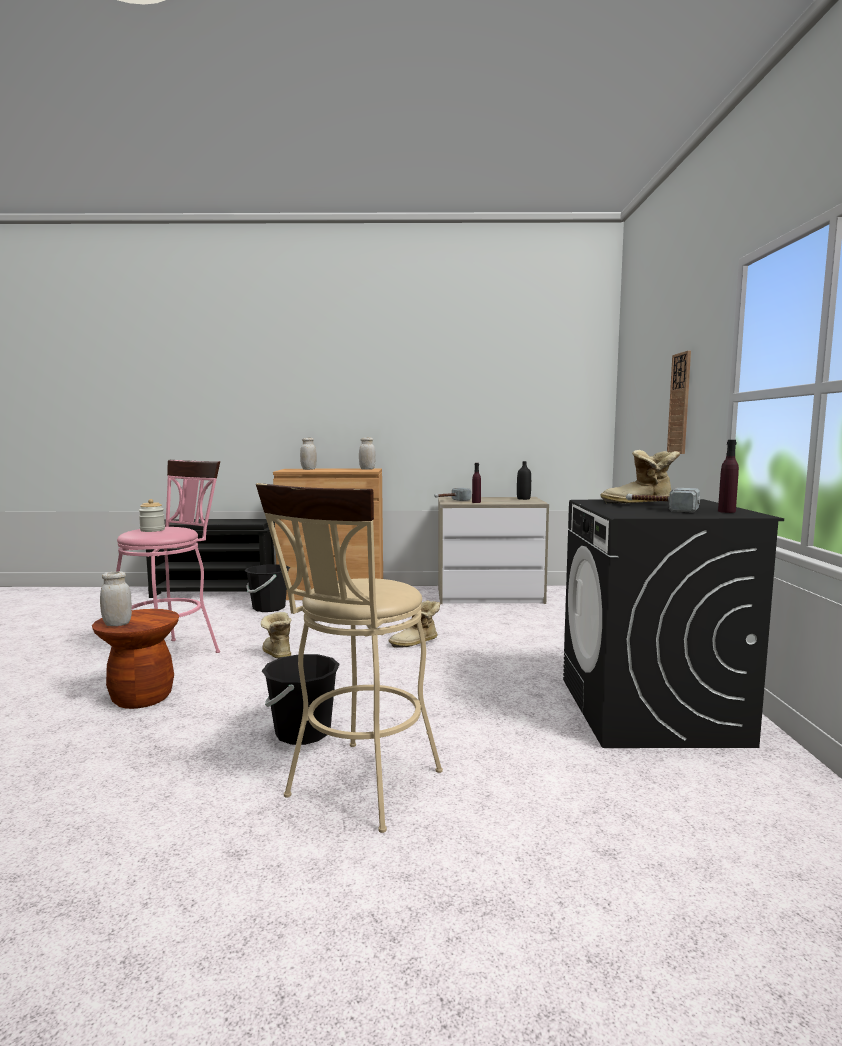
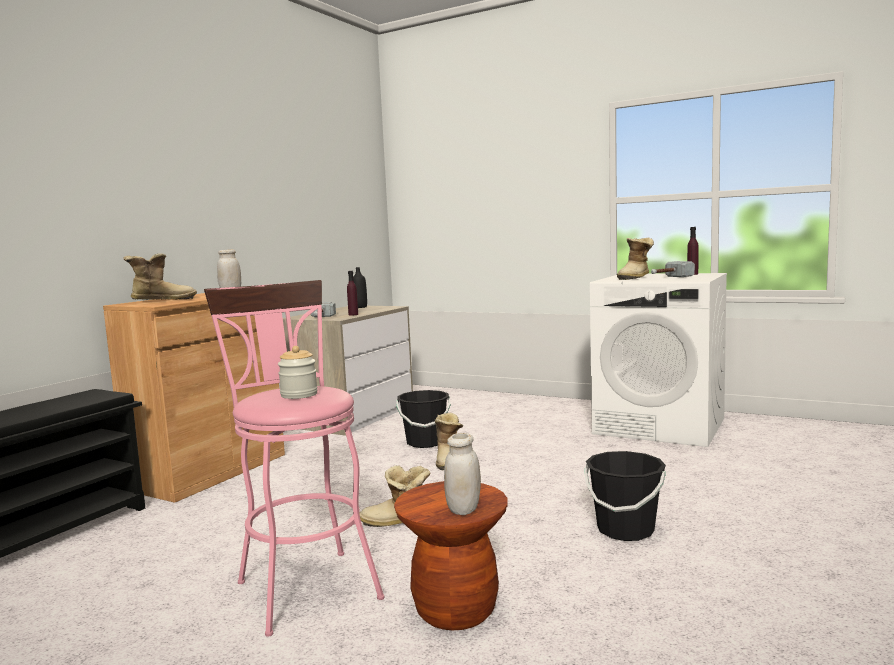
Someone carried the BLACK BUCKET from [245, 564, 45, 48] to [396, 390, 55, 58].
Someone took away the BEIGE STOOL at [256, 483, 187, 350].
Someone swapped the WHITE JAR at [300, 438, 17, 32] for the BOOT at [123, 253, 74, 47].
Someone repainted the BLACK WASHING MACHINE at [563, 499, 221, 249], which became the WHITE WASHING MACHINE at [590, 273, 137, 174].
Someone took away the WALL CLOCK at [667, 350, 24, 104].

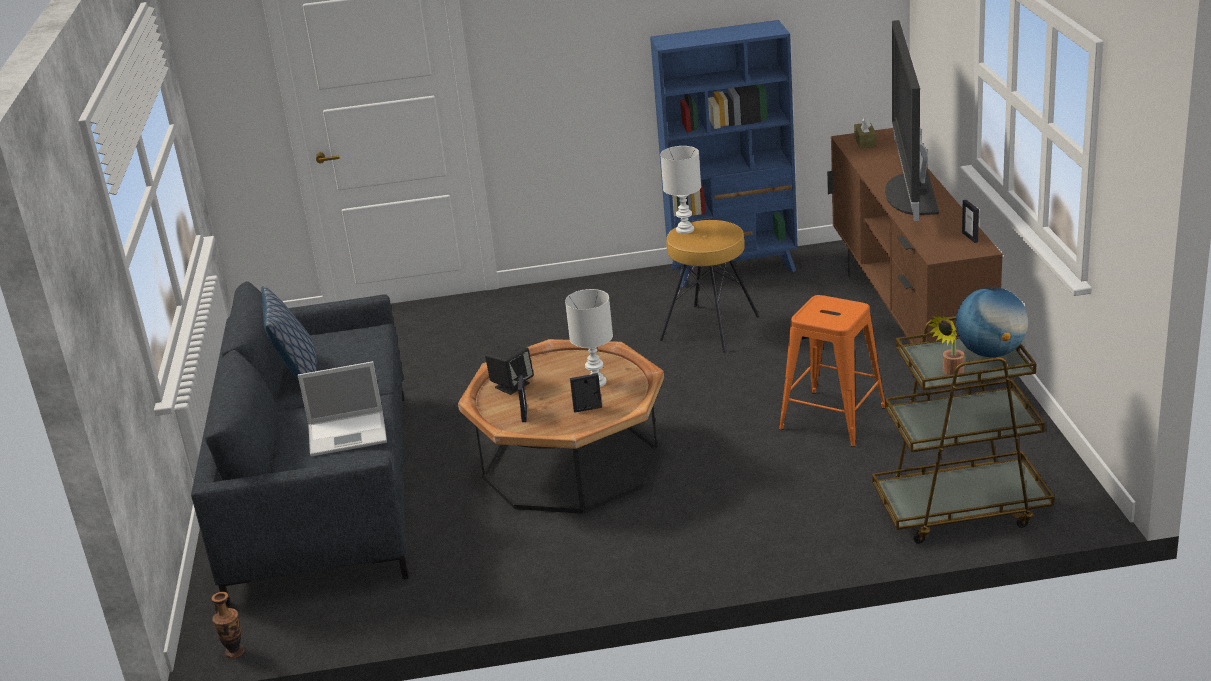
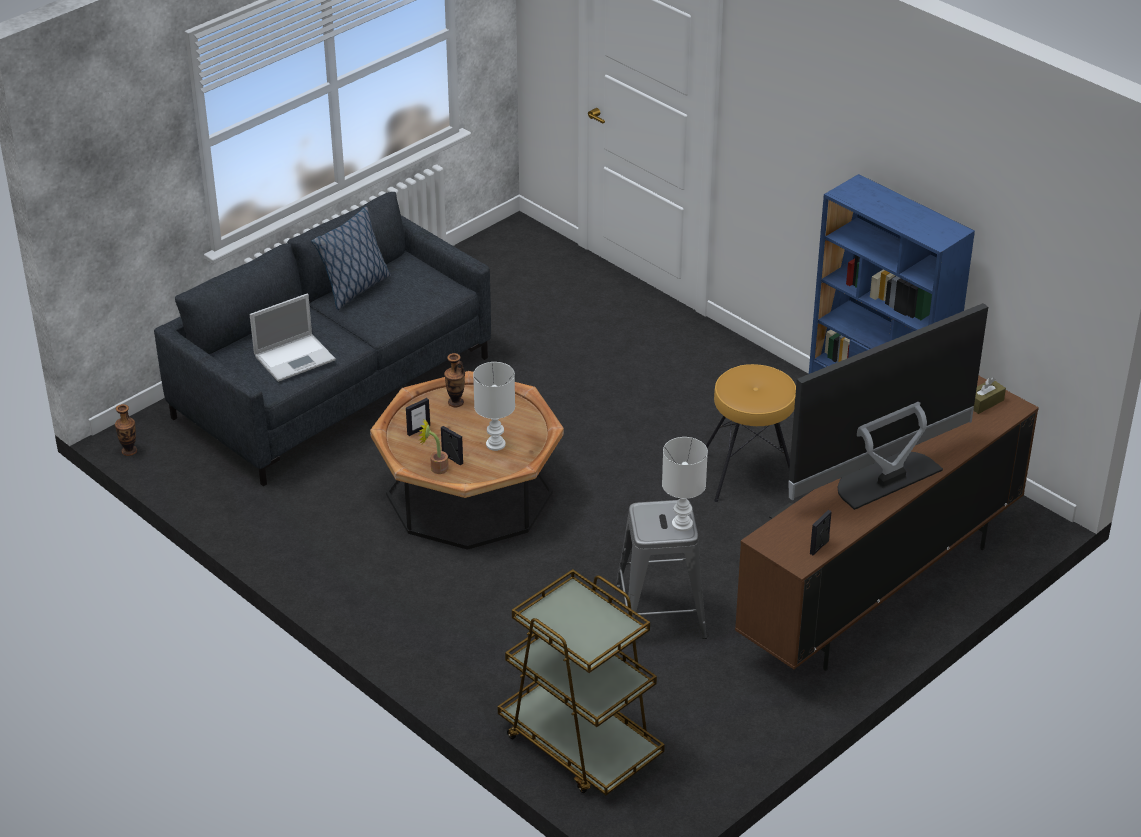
Someone rotated the LAPTOP at [298, 361, 89, 96] by 75 degrees counterclockwise.
Someone swapped the BLACK SPEAKER at [485, 343, 49, 52] for the VASE at [444, 353, 21, 54].
Someone carried the WHITE TABLE LAMP from [660, 146, 41, 88] to [662, 437, 46, 94].
Someone repainted the ORANGE STOOL at [779, 295, 106, 152], which became the GREY STOOL at [616, 500, 91, 139].
Someone carried the POTTED PLANT from [929, 315, 36, 60] to [418, 417, 30, 57].
Someone took away the GLOBE at [956, 287, 72, 70].

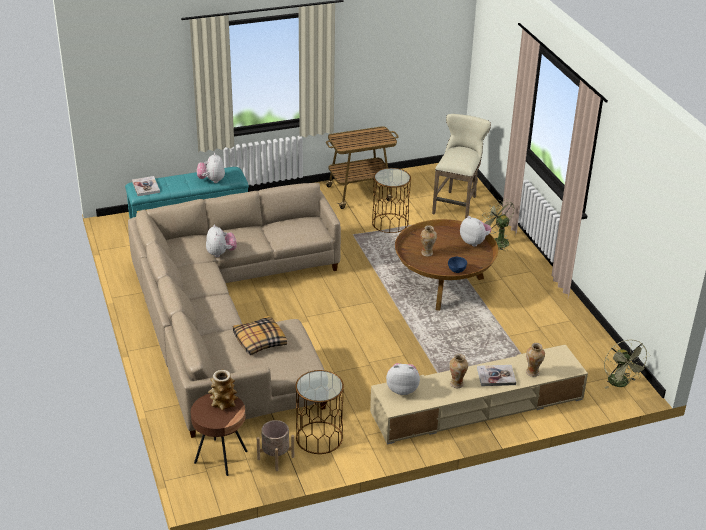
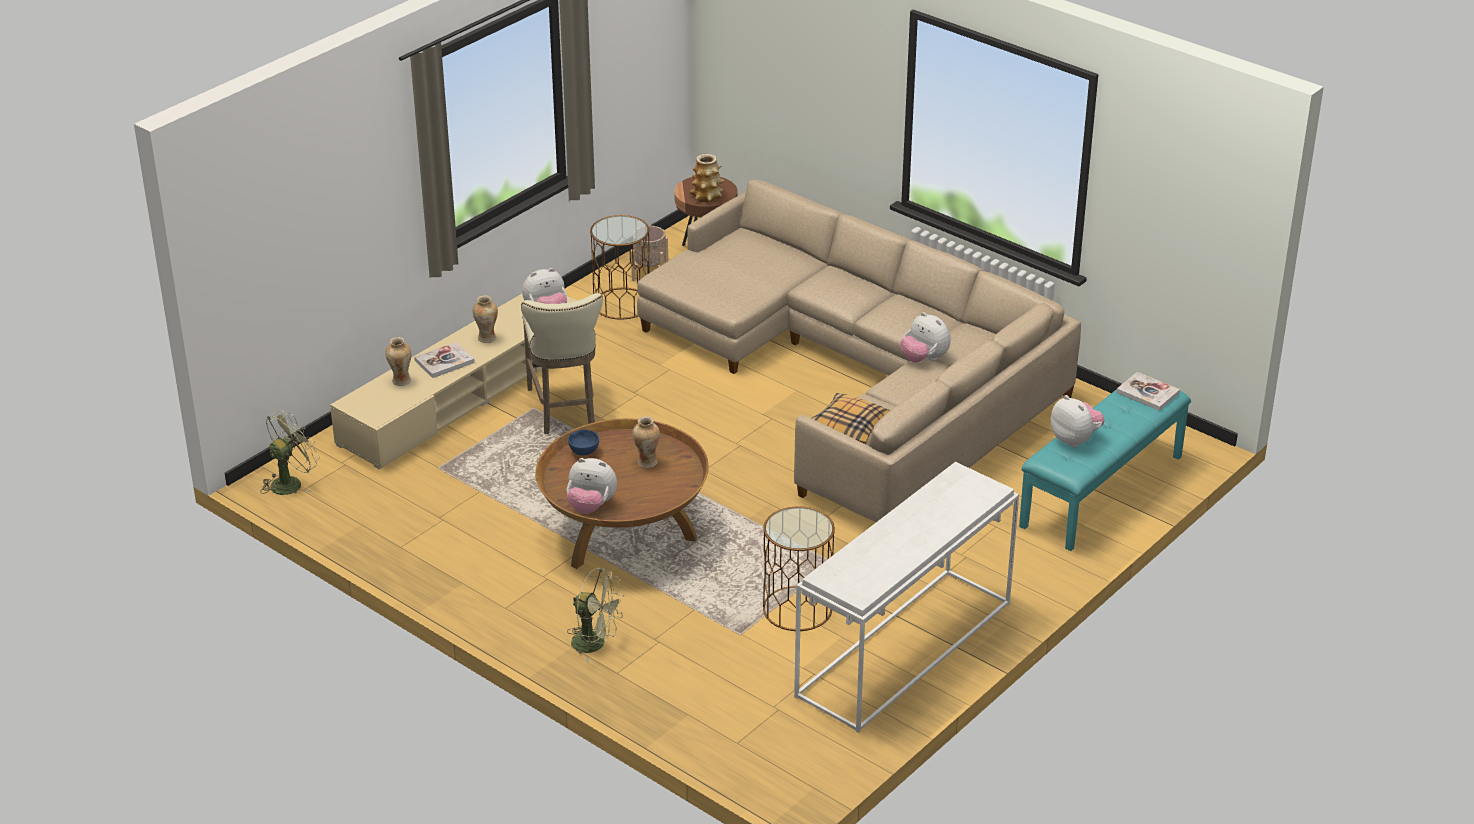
Someone carried the PILLOW from [233, 316, 54, 39] to [812, 393, 78, 51].
Someone swapped the CART at [323, 126, 76, 83] for the WHITE CONSOLE TABLE at [794, 462, 225, 271].
Someone carried the BEIGE STOOL from [432, 114, 59, 104] to [521, 293, 82, 141].
Someone rotated the GREEN FAN at [604, 340, 46, 49] by 90 degrees clockwise.

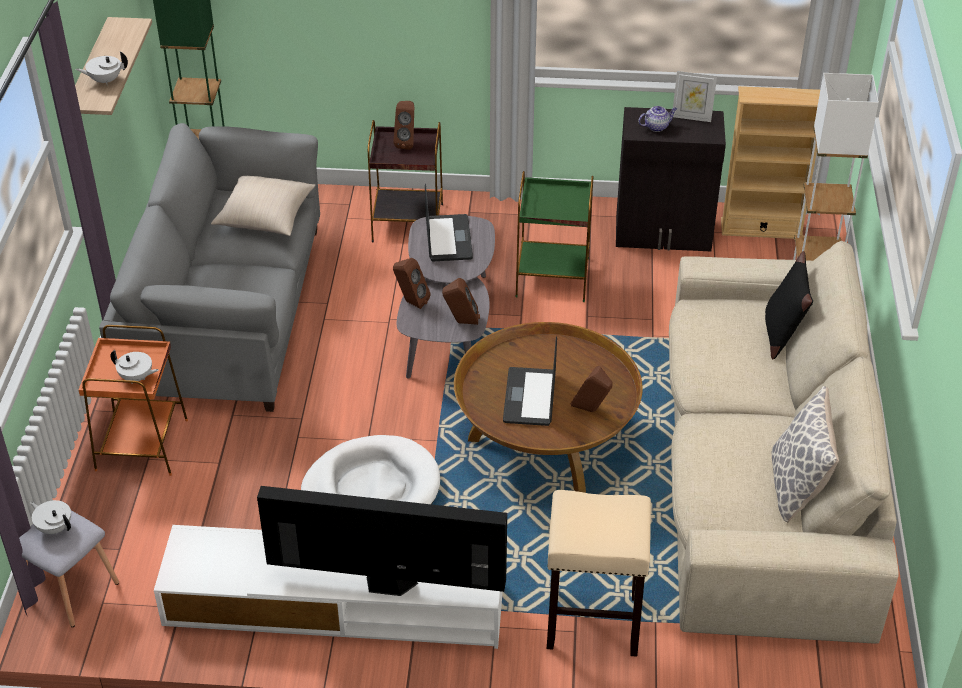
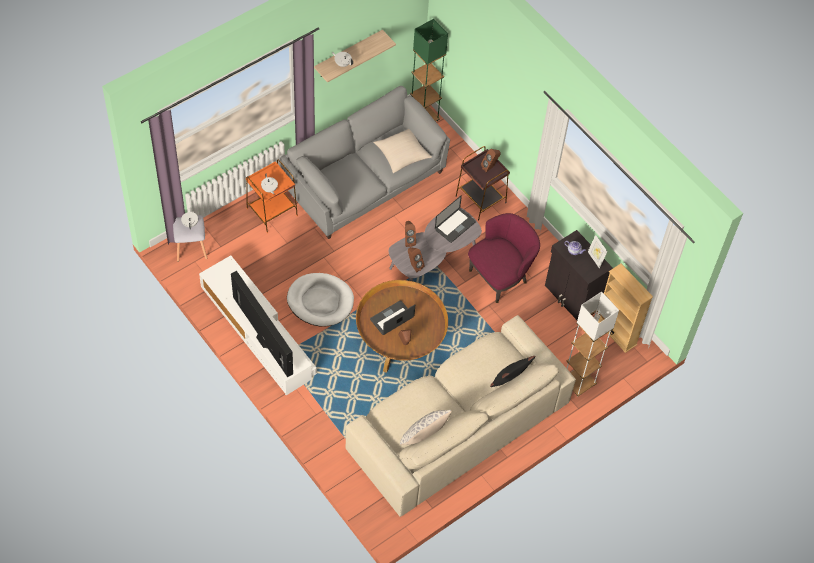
Someone swapped the GREEN SIDE TABLE at [516, 171, 77, 131] for the PURPLE ARMCHAIR at [468, 213, 72, 90].
Someone took away the BEIGE STOOL at [547, 490, 104, 167].

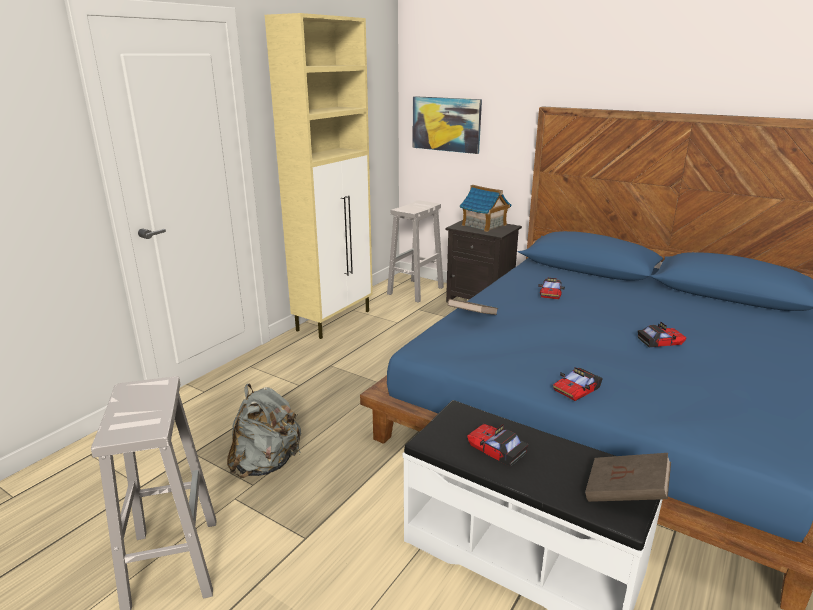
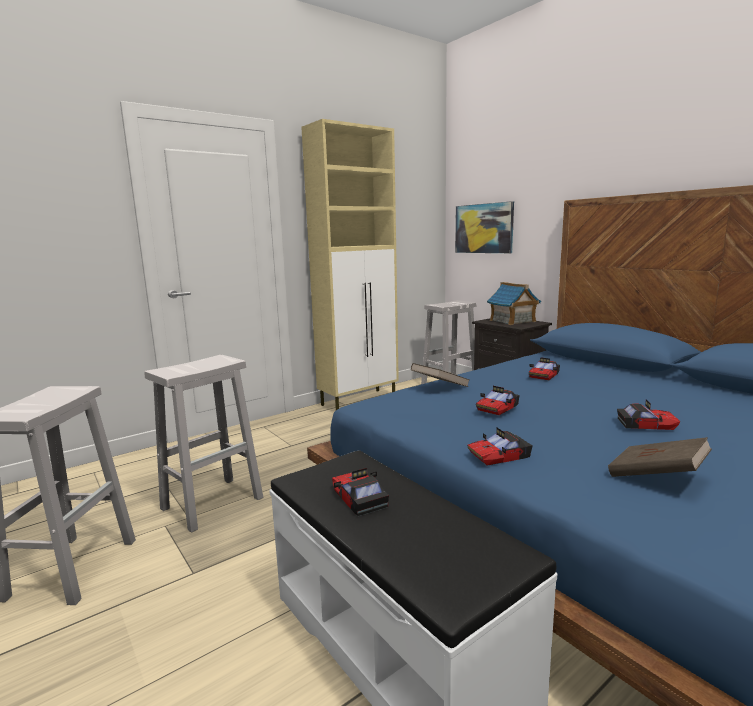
Someone swapped the GREY BACKPACK at [227, 384, 74, 94] for the WHITE STOOL at [144, 355, 119, 178].
Someone carried the BROWN BOOK from [585, 453, 86, 49] to [608, 437, 104, 40].
Someone put down the TOY CAR at [476, 386, 44, 29].

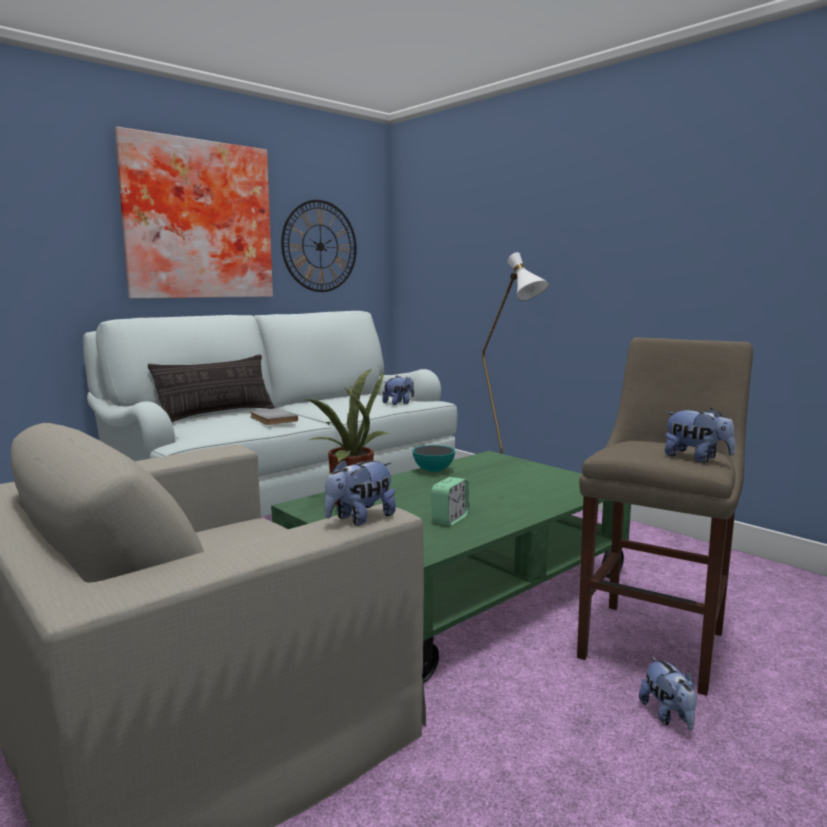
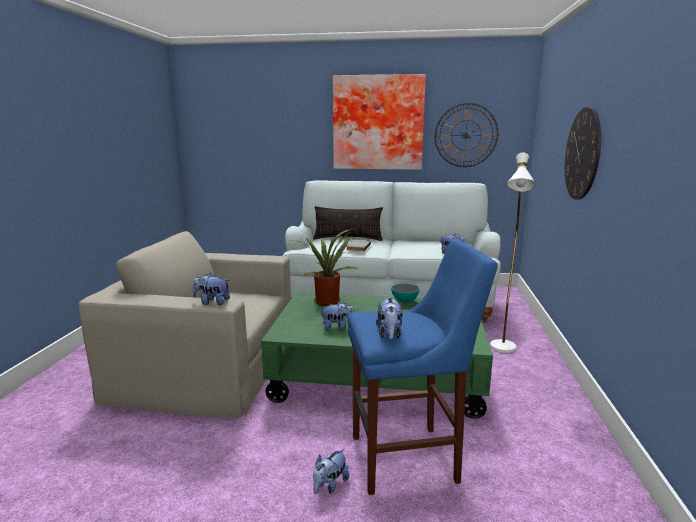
Someone swapped the ALARM CLOCK at [431, 477, 38, 49] for the PLUSH TOY at [319, 301, 35, 30].
Someone repainted the BEIGE STOOL at [577, 337, 176, 359], which became the BLUE STOOL at [347, 239, 151, 256].
Someone put up the WALL CLOCK at [565, 107, 36, 93].

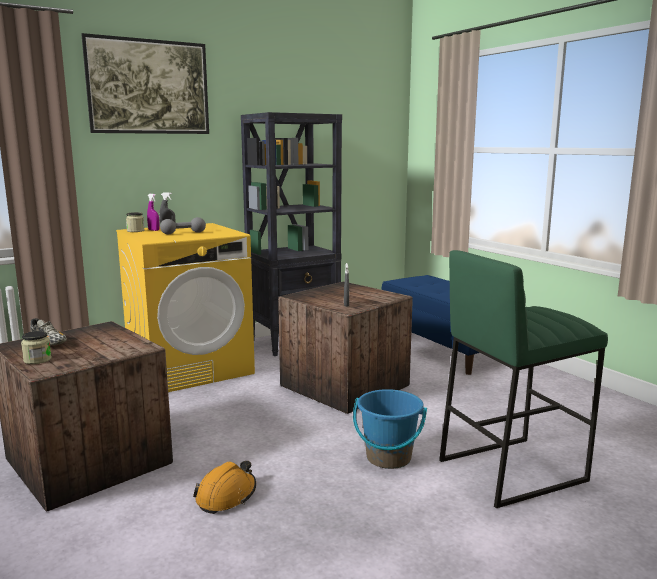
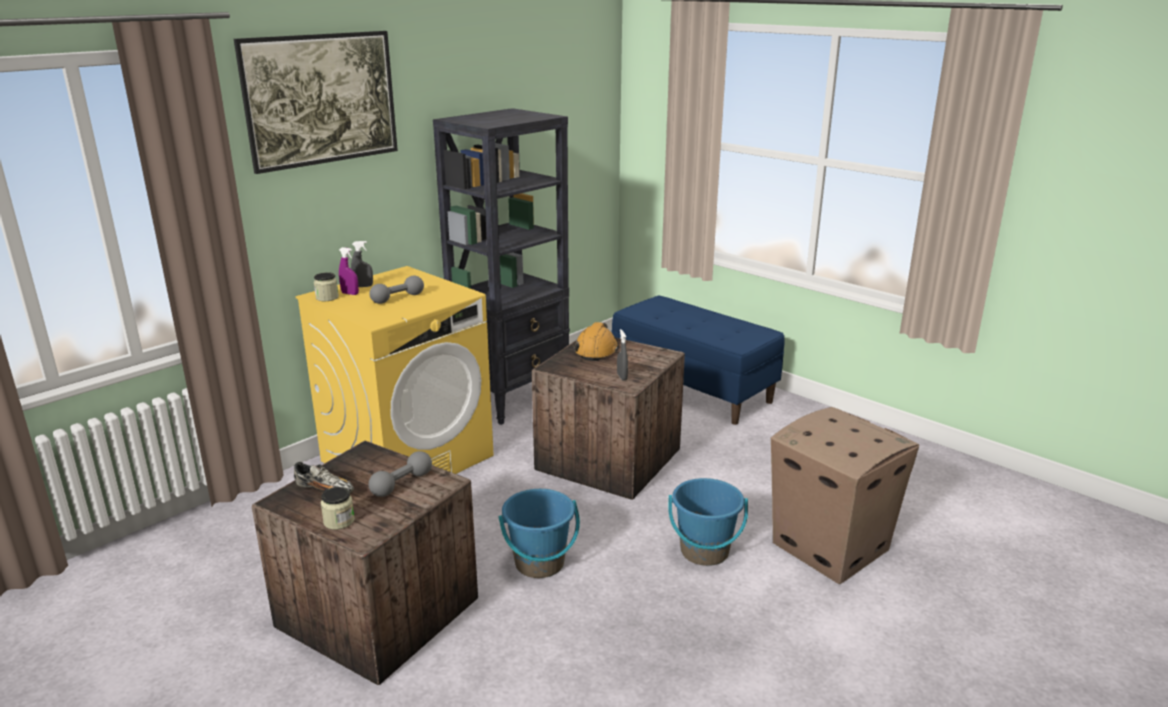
Someone carried the ORANGE HARD HAT from [193, 461, 63, 53] to [573, 322, 46, 39].
Someone swapped the GREEN STOOL at [439, 250, 169, 258] for the CARDBOARD BOX at [771, 407, 148, 177].
Someone put down the GREY DUMBBELL at [369, 451, 63, 46].
Someone put down the BLUE BUCKET at [498, 489, 82, 89].

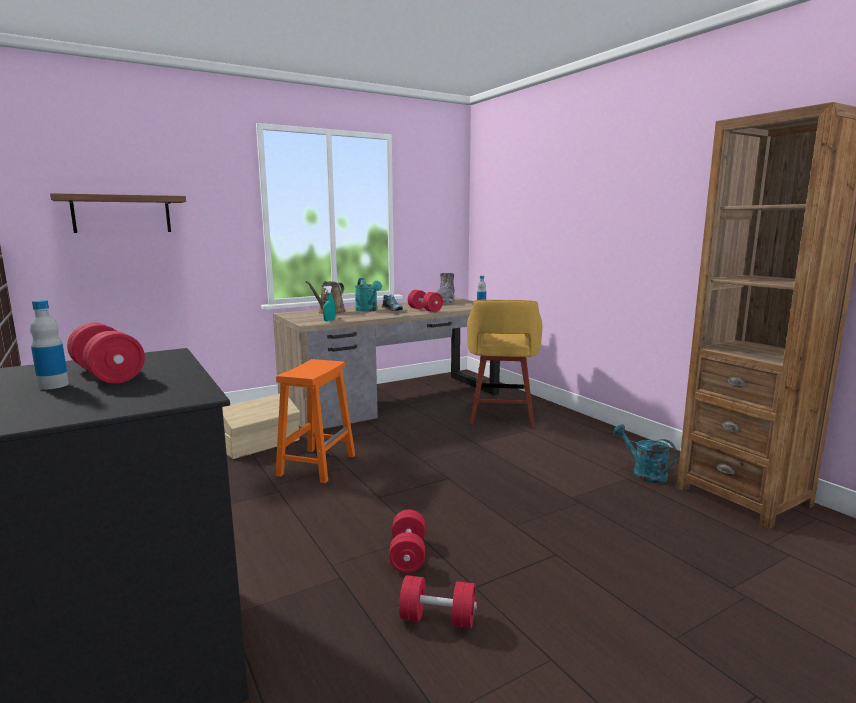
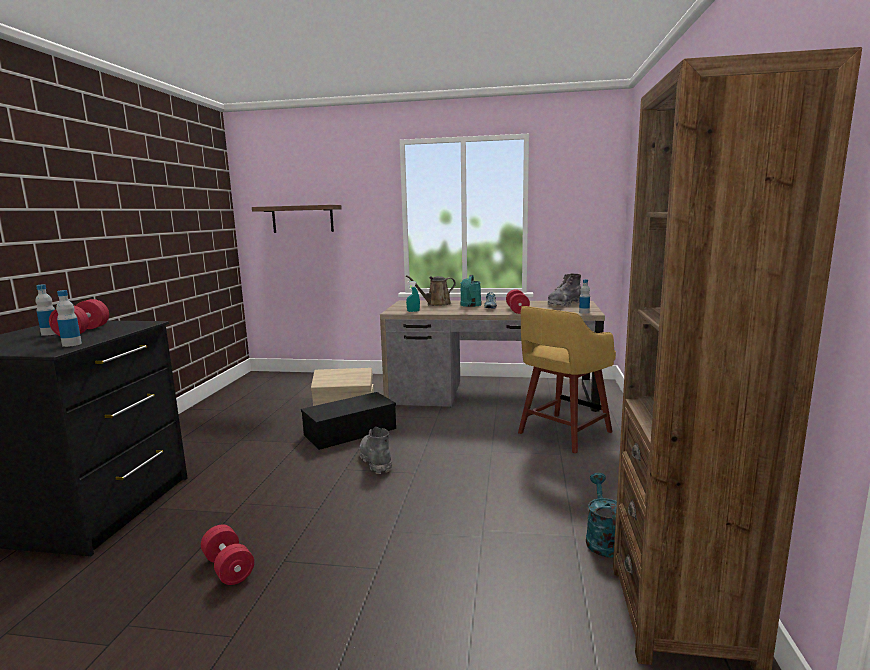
Someone swapped the ORANGE STOOL at [276, 359, 79, 124] for the BLACK STORAGE BOX at [301, 392, 95, 58].
Someone took away the RED DUMBBELL at [389, 510, 36, 63].
Someone put down the BOTTLE at [56, 290, 26, 57].
Someone put down the GREY BOOT at [359, 427, 33, 47].

